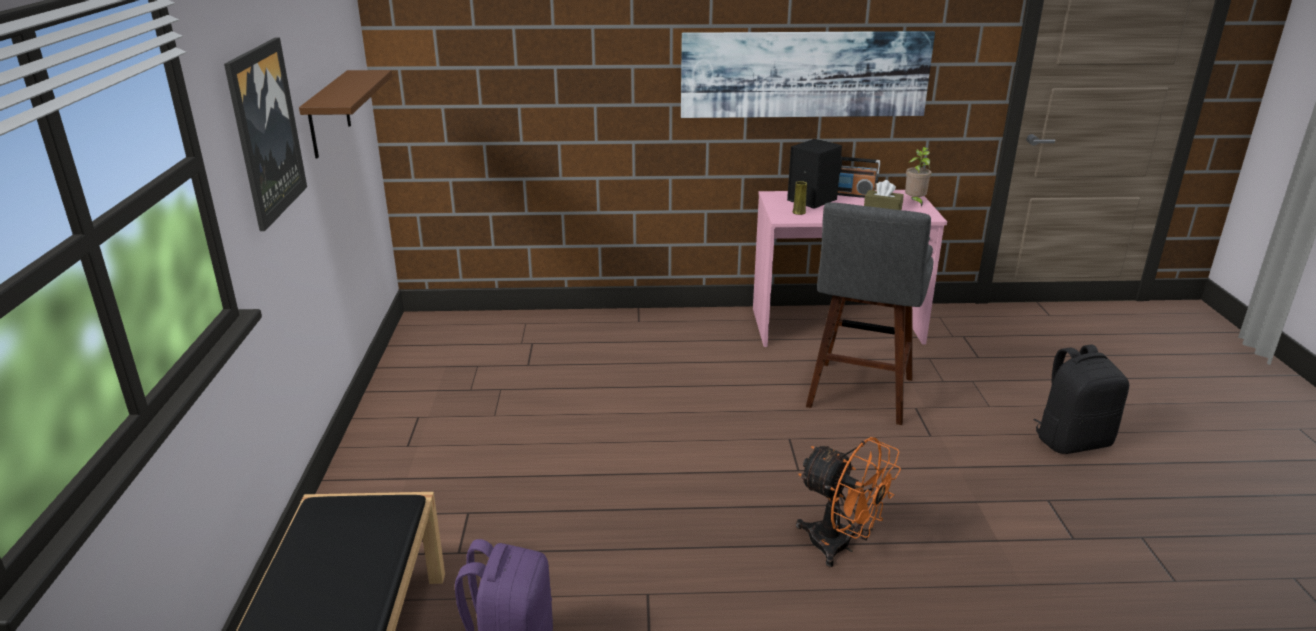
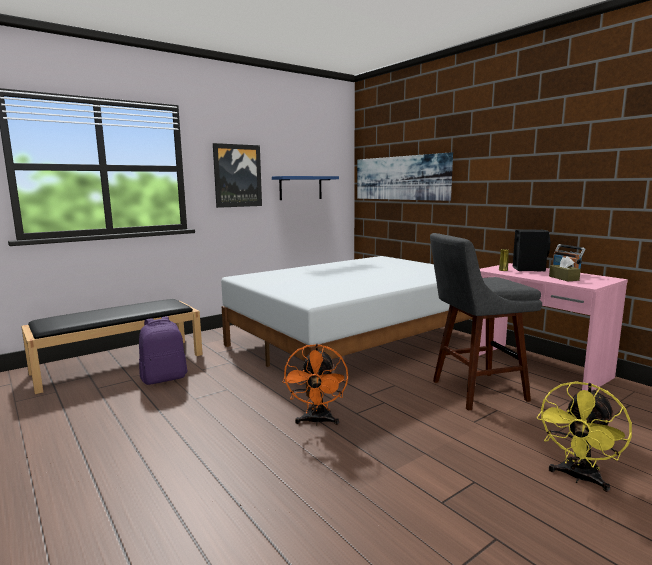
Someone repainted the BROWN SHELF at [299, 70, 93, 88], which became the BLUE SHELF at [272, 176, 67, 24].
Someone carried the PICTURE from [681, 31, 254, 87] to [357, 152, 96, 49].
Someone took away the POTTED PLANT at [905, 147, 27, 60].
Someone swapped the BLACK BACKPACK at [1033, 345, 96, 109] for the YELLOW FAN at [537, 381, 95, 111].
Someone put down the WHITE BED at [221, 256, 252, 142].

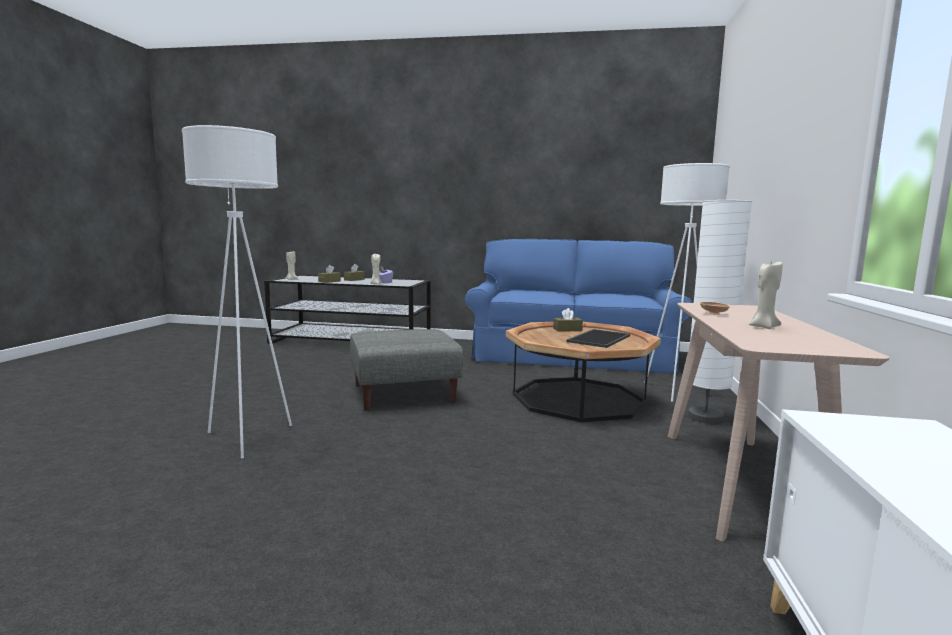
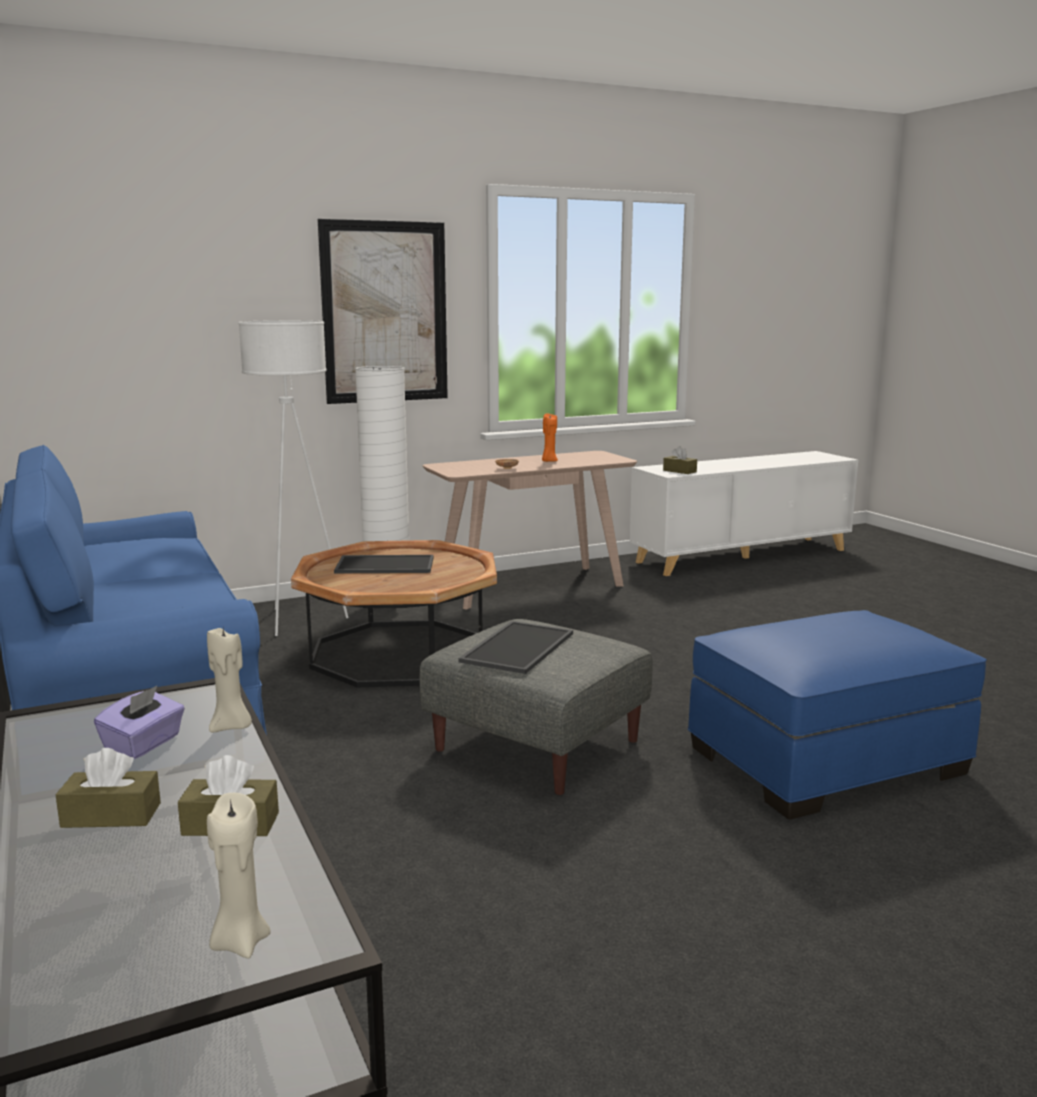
Someone swapped the WHITE FLOOR LAMP at [182, 125, 110, 333] for the BLUE OTTOMAN at [688, 610, 299, 209].
Someone carried the BROWN TISSUE BOX from [553, 308, 30, 24] to [663, 446, 34, 28].
Someone repainted the BEIGE CANDLE at [749, 259, 33, 70], which became the ORANGE CANDLE at [542, 414, 16, 48].
Someone put up the PICTURE at [318, 219, 130, 185].
Someone put down the TRAY at [458, 621, 115, 53].

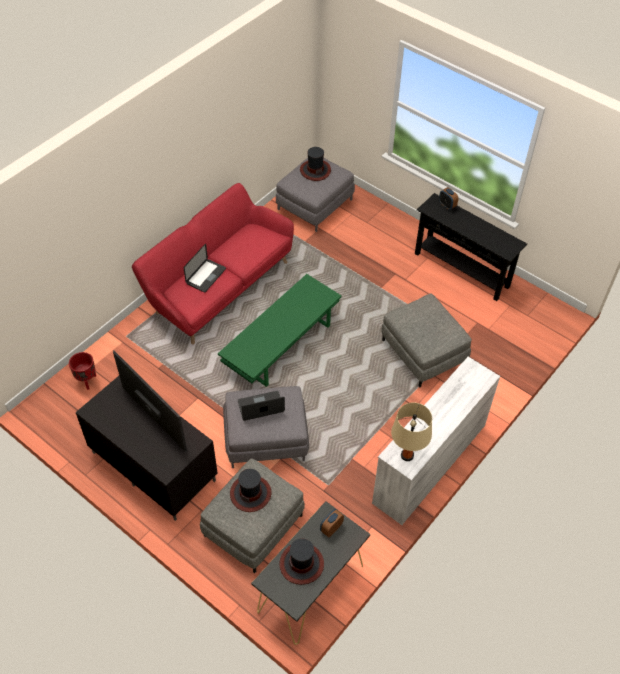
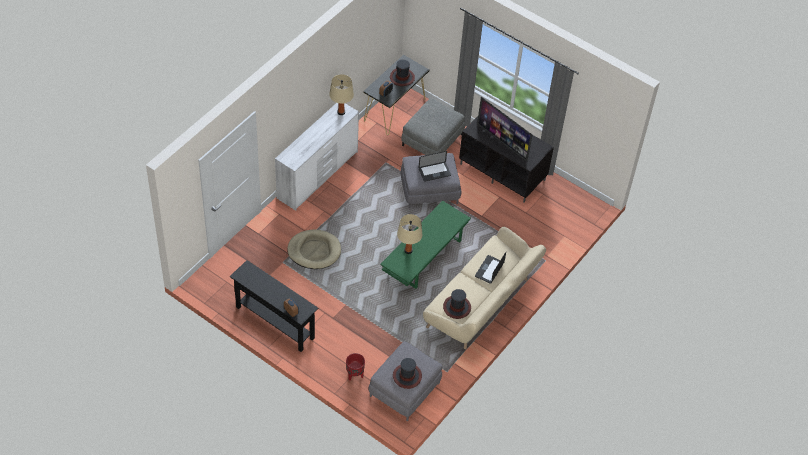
Someone carried the RED PLANTER from [69, 352, 27, 38] to [346, 353, 19, 28].
Someone repainted the RED SOFA at [132, 183, 162, 162], which became the BEIGE SOFA at [423, 227, 123, 122].
Someone carried the HAT from [230, 469, 41, 43] to [443, 289, 28, 30].
Someone swapped the GREY OTTOMAN at [381, 293, 91, 95] for the BEIGE DOG BED at [287, 229, 54, 40].
Someone put down the BEIGE TABLE LAMP at [397, 214, 25, 40].

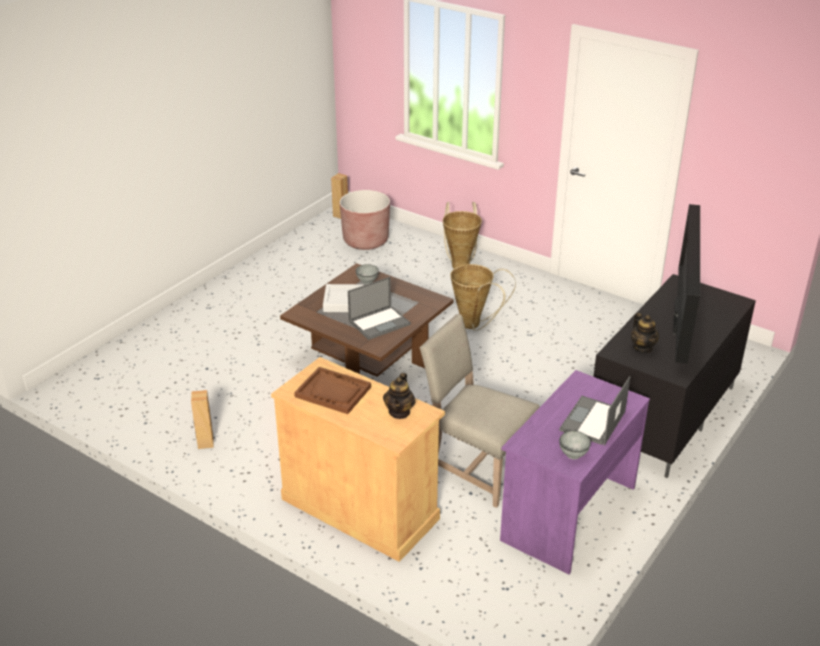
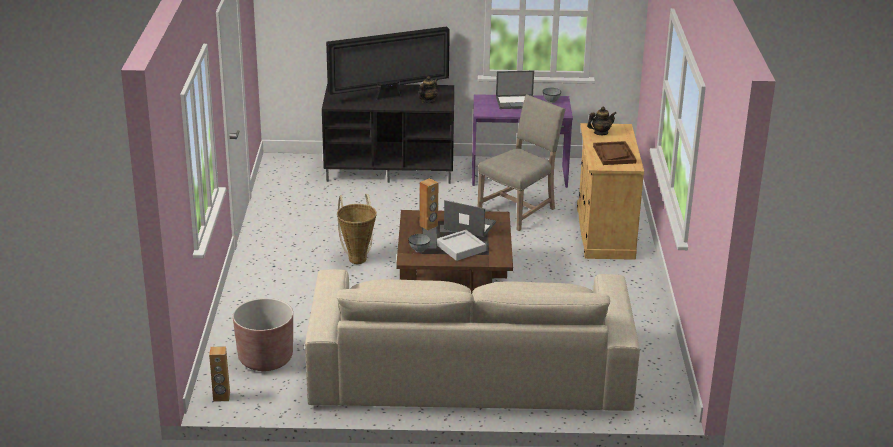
Someone carried the BROWN SPEAKER from [191, 390, 23, 59] to [419, 178, 20, 52].
Someone rotated the BEIGE CHAIR at [419, 314, 120, 194] by 135 degrees counterclockwise.
Someone took away the BASKET at [442, 202, 40, 67].
Someone put down the BEIGE SOFA at [305, 269, 335, 142].

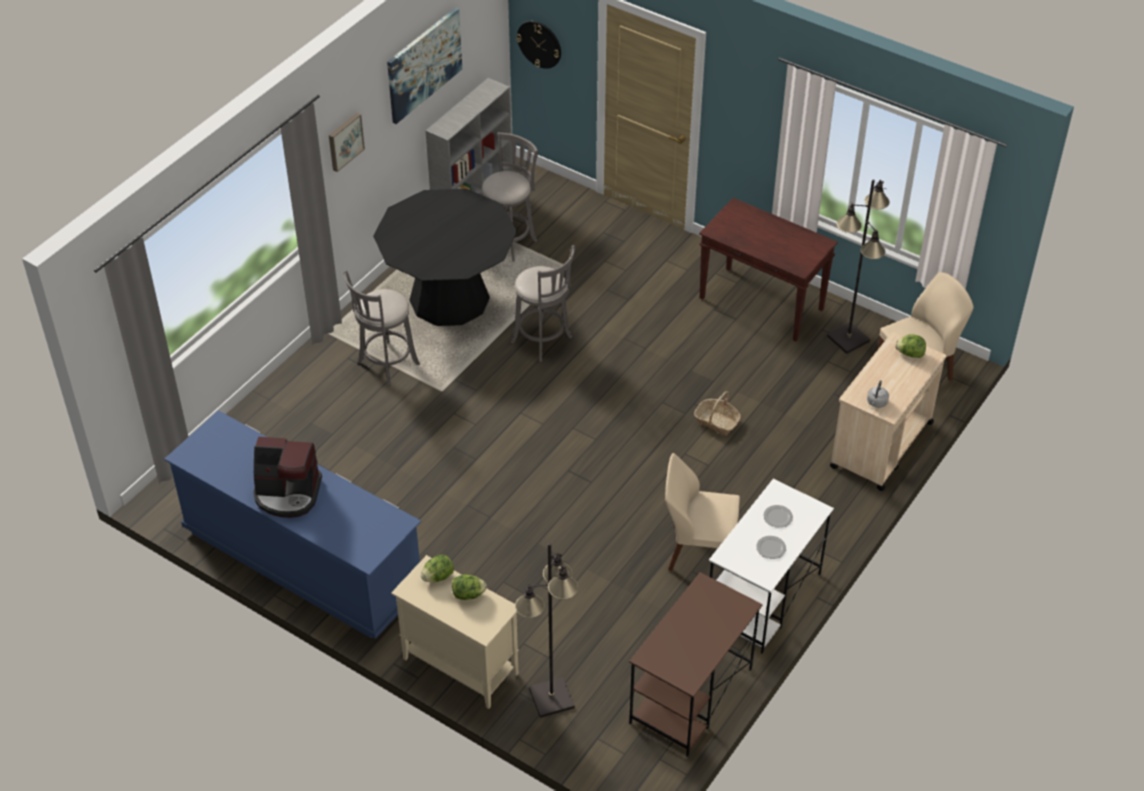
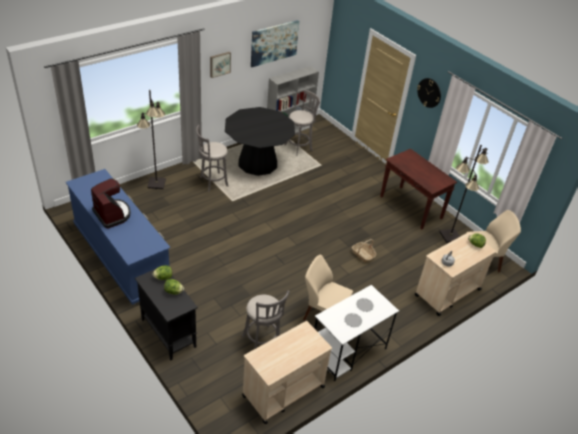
Someone rotated the COFFEE MACHINE at [253, 437, 69, 81] by 150 degrees counterclockwise.
Someone repainted the BEIGE CABINET at [391, 555, 128, 154], which became the BLACK CABINET at [135, 265, 63, 95].
Someone carried the GREY STOOL from [511, 245, 64, 117] to [242, 291, 48, 58].
Someone carried the BLACK FLOOR LAMP from [515, 543, 63, 175] to [137, 90, 29, 99].
Someone carried the WALL CLOCK from [516, 21, 45, 48] to [417, 78, 24, 30].
Someone swapped the BROWN DESK at [629, 572, 134, 185] for the BEIGE CART at [242, 321, 90, 103].

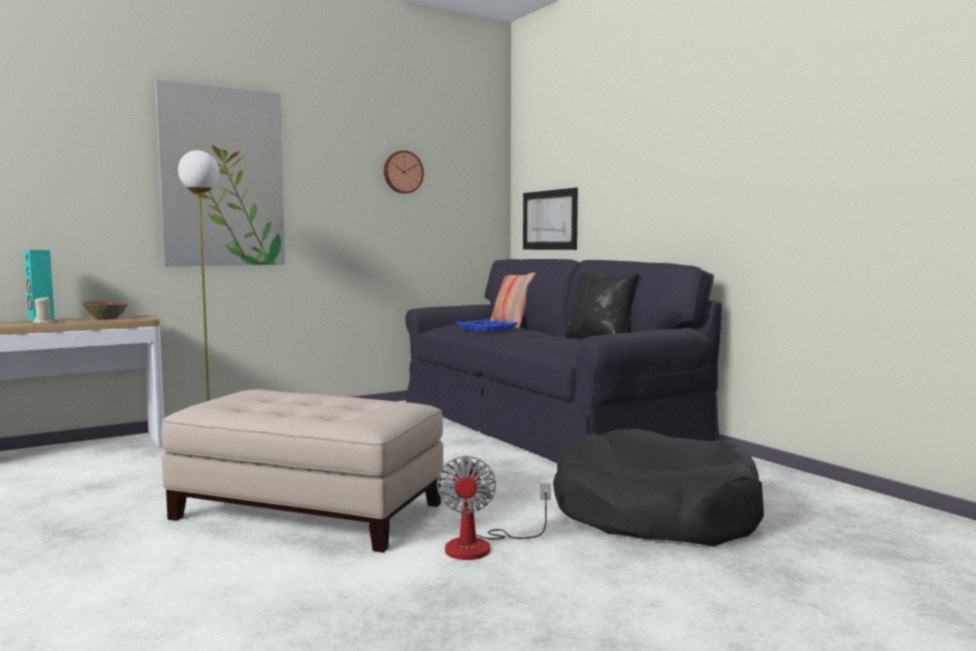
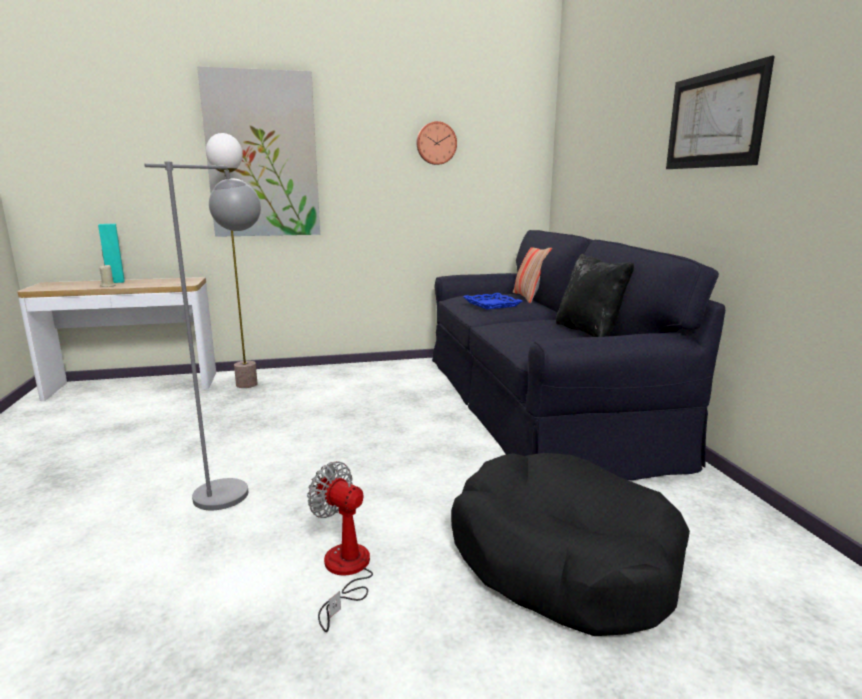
Someone took away the BROWN BOWL at [82, 301, 46, 19].
Someone swapped the BEIGE OTTOMAN at [161, 389, 282, 164] for the GREY FLOOR LAMP at [144, 162, 117, 348].
Someone rotated the FAN at [437, 456, 114, 104] by 105 degrees clockwise.
Someone carried the PICTURE from [523, 188, 55, 62] to [666, 56, 108, 113].

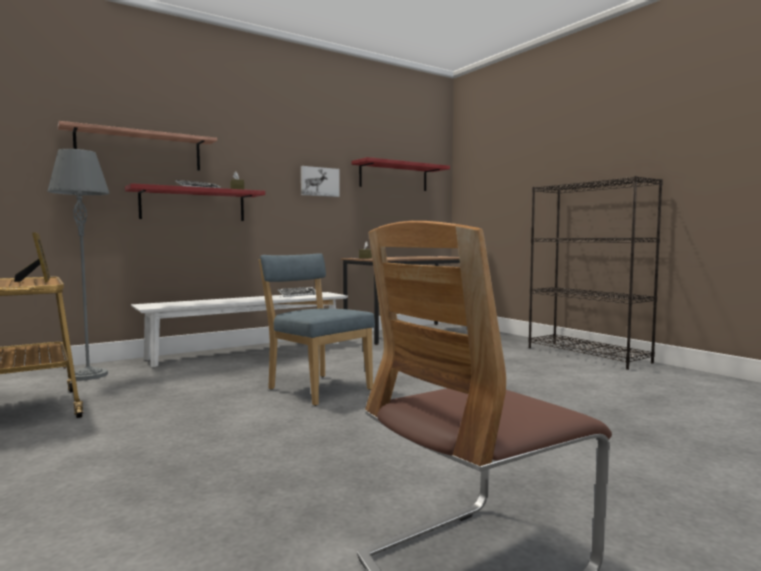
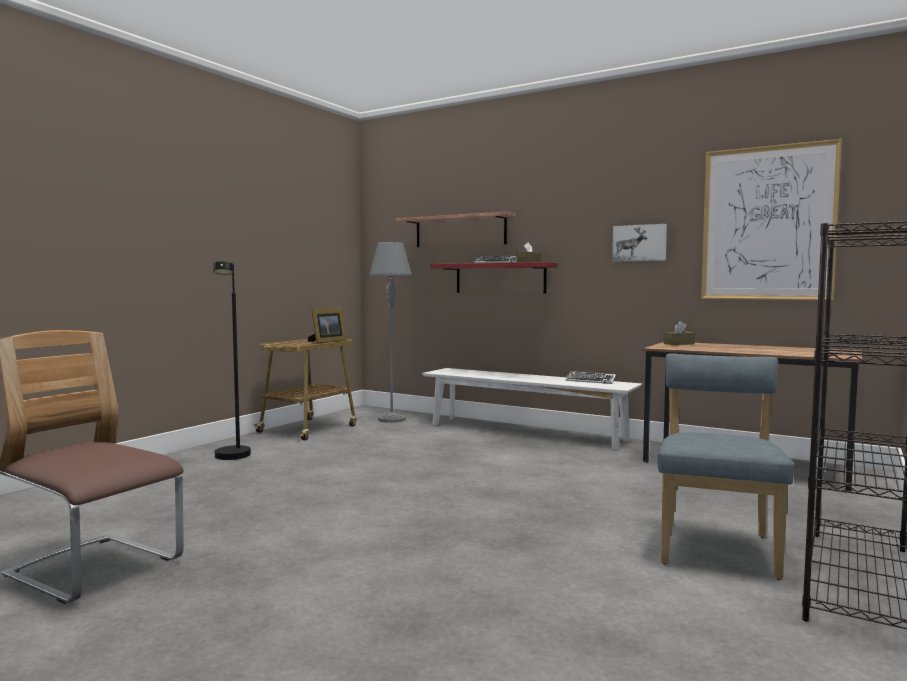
Someone carried the BLUE CHAIR from [259, 253, 116, 153] to [657, 353, 137, 227].
Someone swapped the RED SHELF at [351, 157, 99, 34] for the PICTURE at [701, 139, 141, 161].
Someone put down the BLACK FLOOR LAMP at [213, 261, 38, 199].

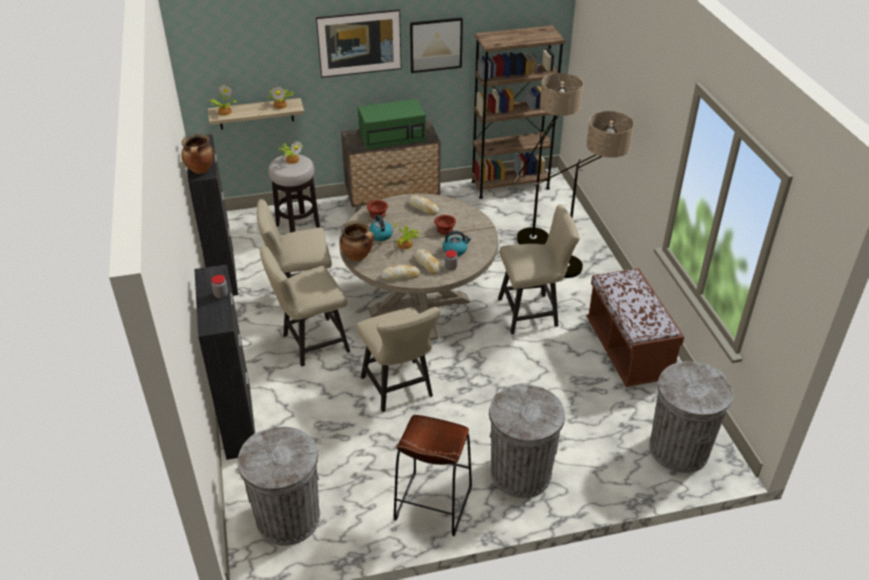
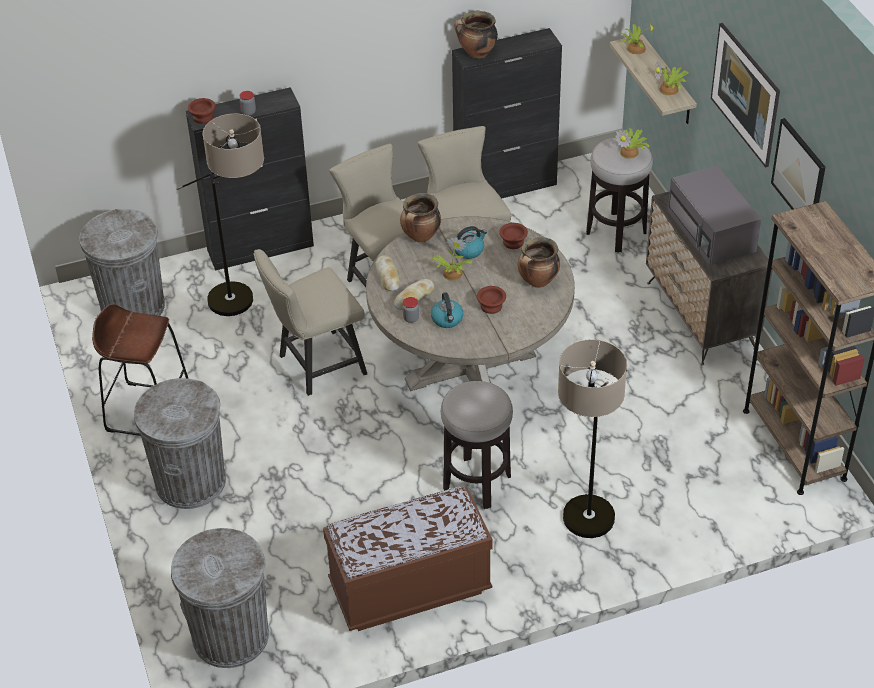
Someone repainted the GREEN MICROWAVE at [358, 99, 68, 50], which became the GREY MICROWAVE at [668, 165, 93, 101].
Someone swapped the BREAD at [408, 196, 31, 19] for the COOKING POT at [518, 237, 42, 51].
Someone swapped the BEIGE CHAIR at [498, 204, 82, 130] for the STOOL at [441, 381, 72, 128].
Someone carried the FLOOR LAMP from [513, 73, 70, 171] to [176, 113, 88, 203].
Someone put down the BROWN BOWL at [188, 98, 28, 26].

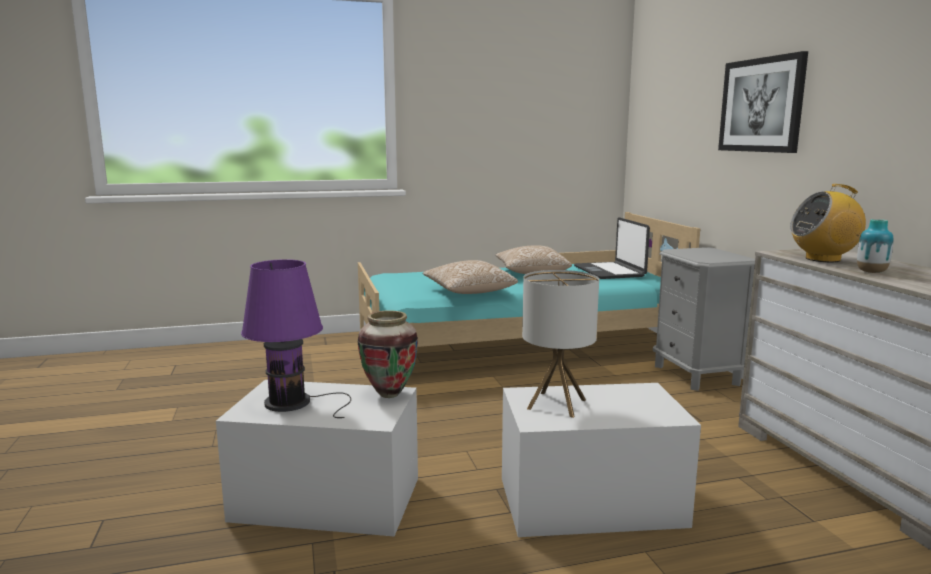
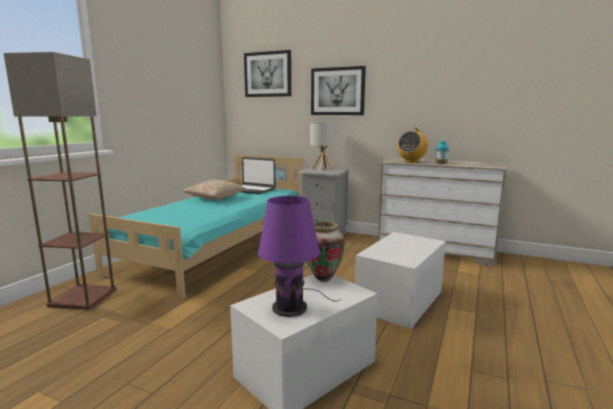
Someone took away the PILLOW at [423, 260, 95, 34].
Someone carried the TABLE LAMP from [522, 270, 77, 148] to [310, 123, 26, 48].
Someone put down the FLOOR LAMP at [4, 52, 112, 258].
Someone put up the PICTURE at [244, 50, 47, 47].

